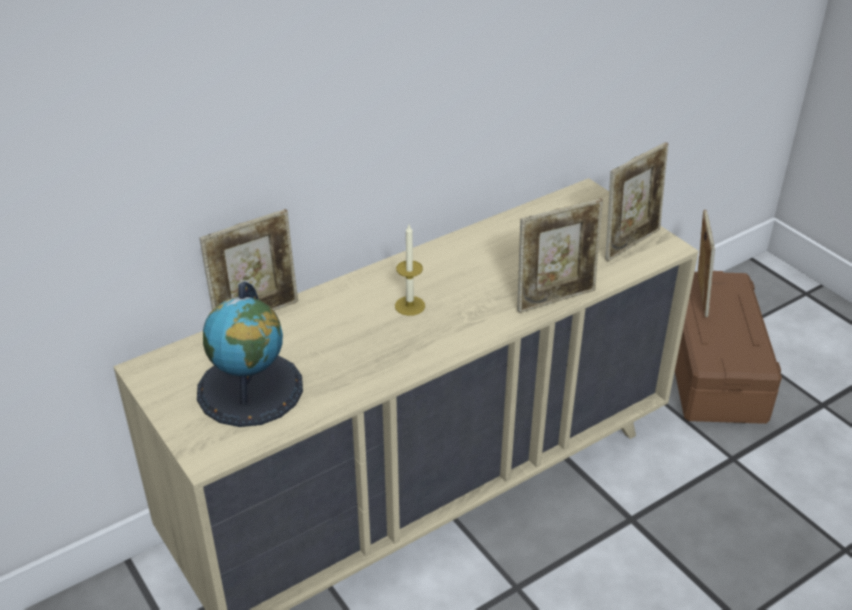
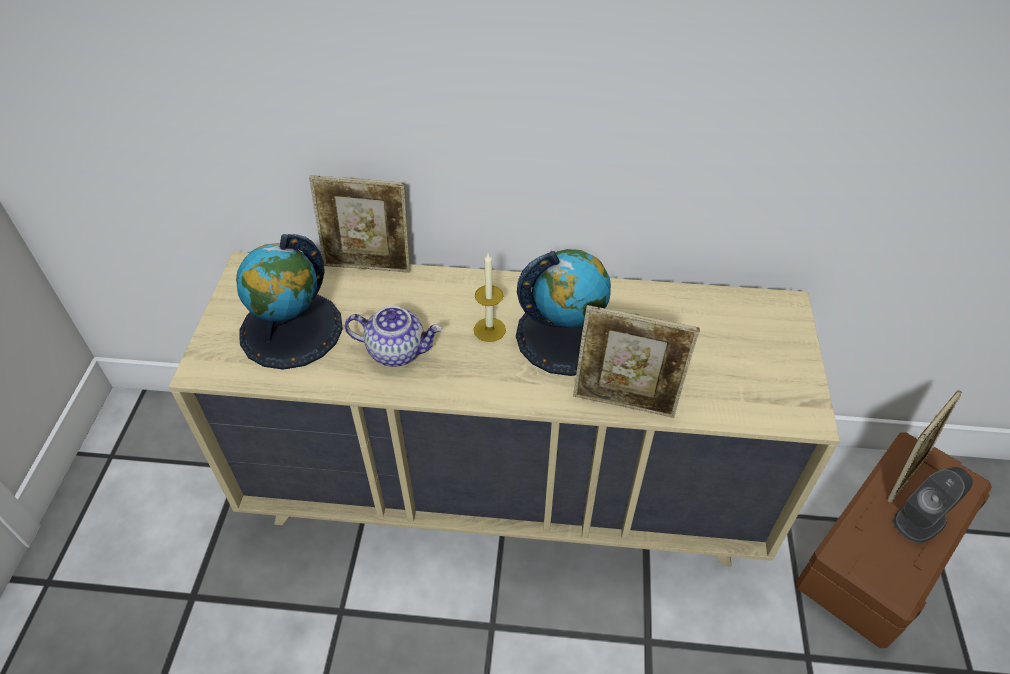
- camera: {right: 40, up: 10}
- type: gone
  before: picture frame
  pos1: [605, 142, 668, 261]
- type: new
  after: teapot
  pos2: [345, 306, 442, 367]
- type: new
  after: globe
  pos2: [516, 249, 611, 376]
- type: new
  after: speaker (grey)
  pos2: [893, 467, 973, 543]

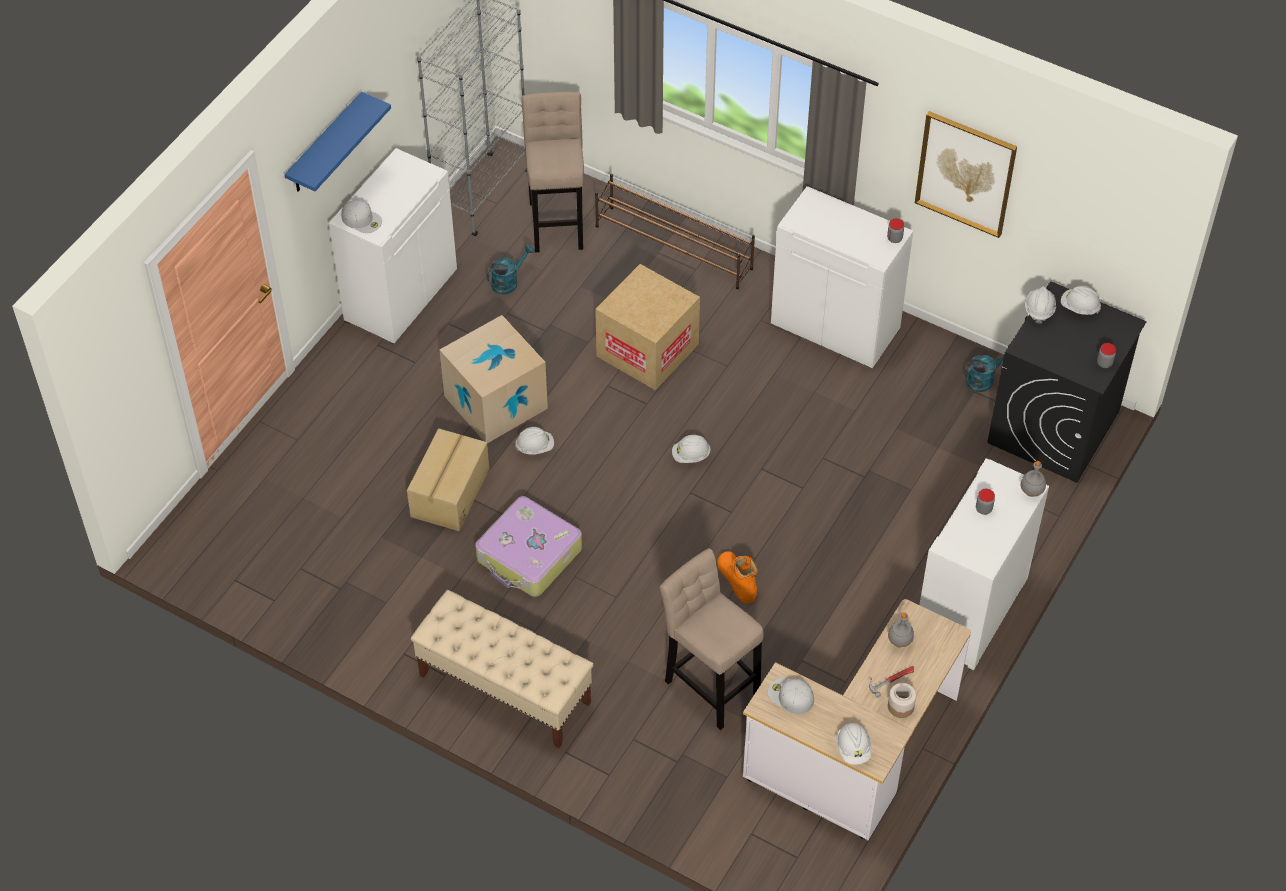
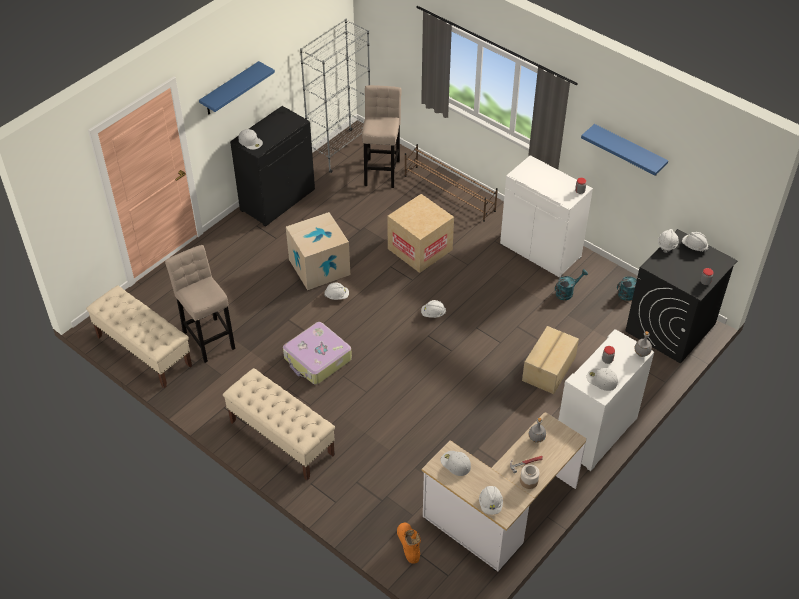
- camera: {right: 10, up: -5}
- type: repainted
  before: cabinet (white)
  after: cabinet (black)
  pos1: [329, 148, 457, 345]
  pos2: [230, 106, 315, 227]
- type: shifted
  before: cardboard box
  pos1: [407, 428, 489, 531]
  pos2: [522, 326, 579, 394]
- type: shifted
  before: watering can (turquoise)
  pos1: [487, 244, 535, 295]
  pos2: [555, 269, 588, 300]
- type: shifted
  before: stool (beige)
  pos1: [660, 548, 764, 730]
  pos2: [165, 245, 235, 363]
- type: shifted
  before: boot (orange)
  pos1: [717, 551, 758, 603]
  pos2: [397, 523, 421, 563]
- type: swapped
  before: picture
  after: shelf (blue)
  pos1: [915, 111, 1017, 238]
  pos2: [581, 124, 668, 175]
- type: new
  after: bench (beige)
  pos2: [86, 285, 192, 388]
- type: new
  after: cap (white)
  pos2: [586, 368, 618, 391]

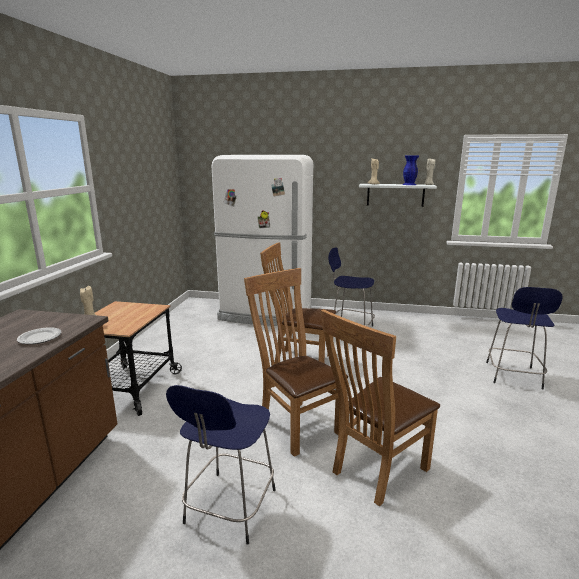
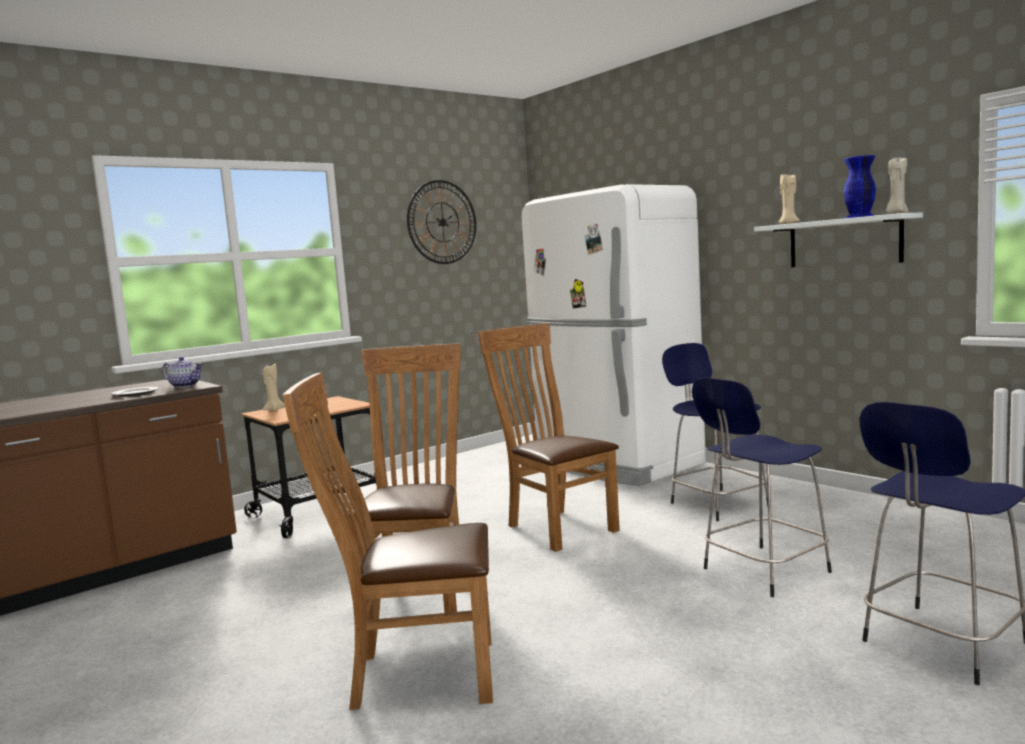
- camera: {right: 40, up: -10}
- type: shifted
  before: stool (blue)
  pos1: [166, 385, 276, 545]
  pos2: [692, 378, 832, 597]
- type: new
  after: teapot
  pos2: [162, 357, 203, 388]
- type: new
  after: wall clock
  pos2: [407, 180, 476, 264]

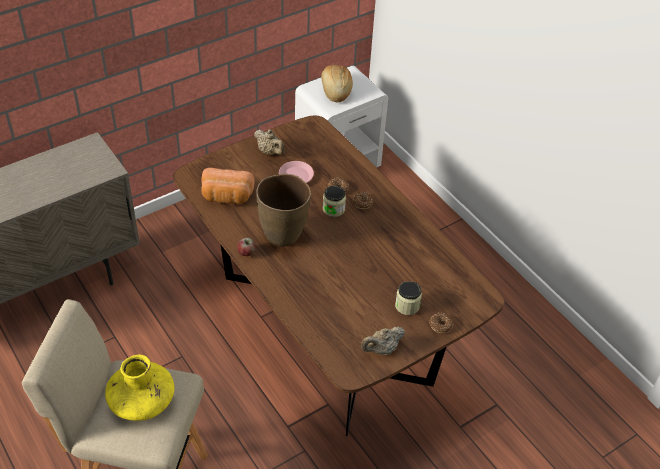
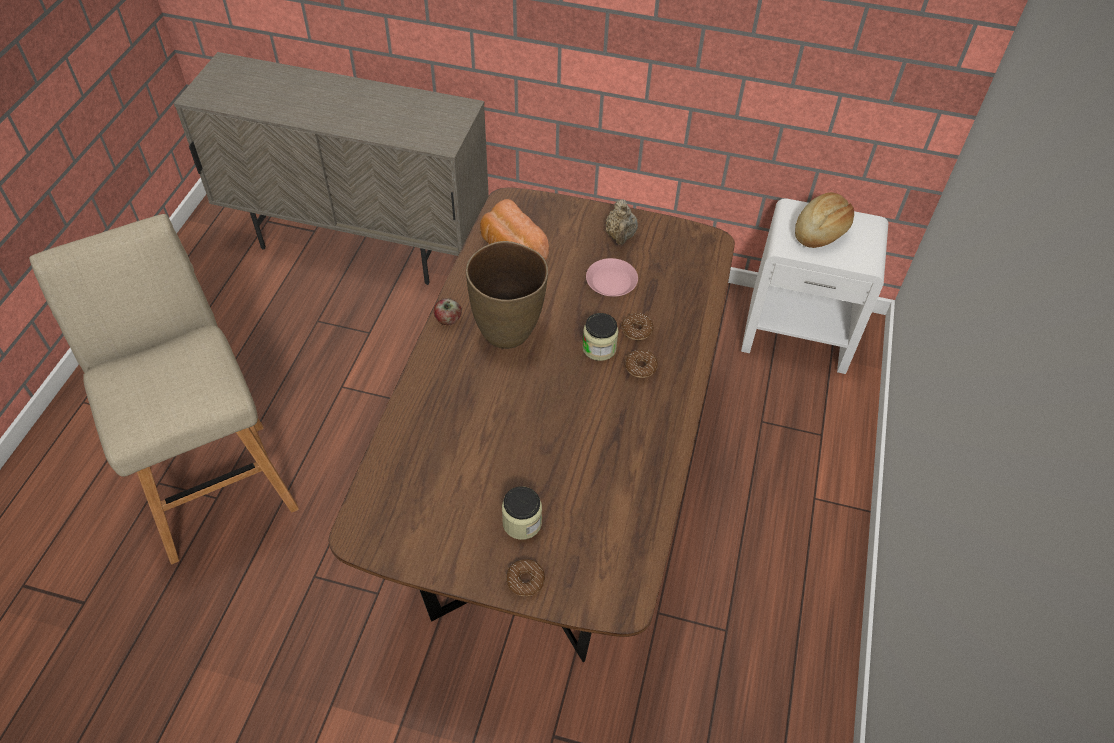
- camera: {right: 50, up: 5}
- type: gone
  before: vase (yellow)
  pos1: [105, 355, 174, 421]
- type: gone
  before: teapot (beige)
  pos1: [361, 326, 405, 355]

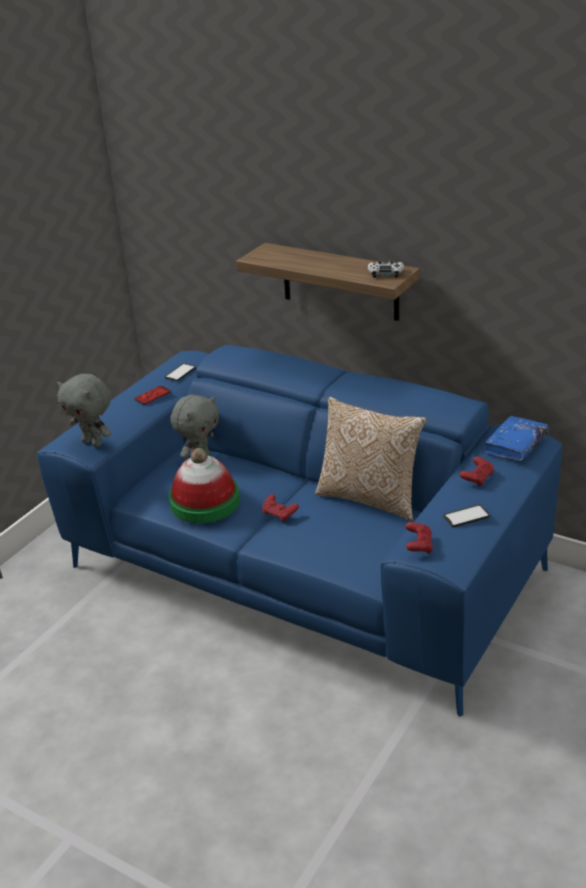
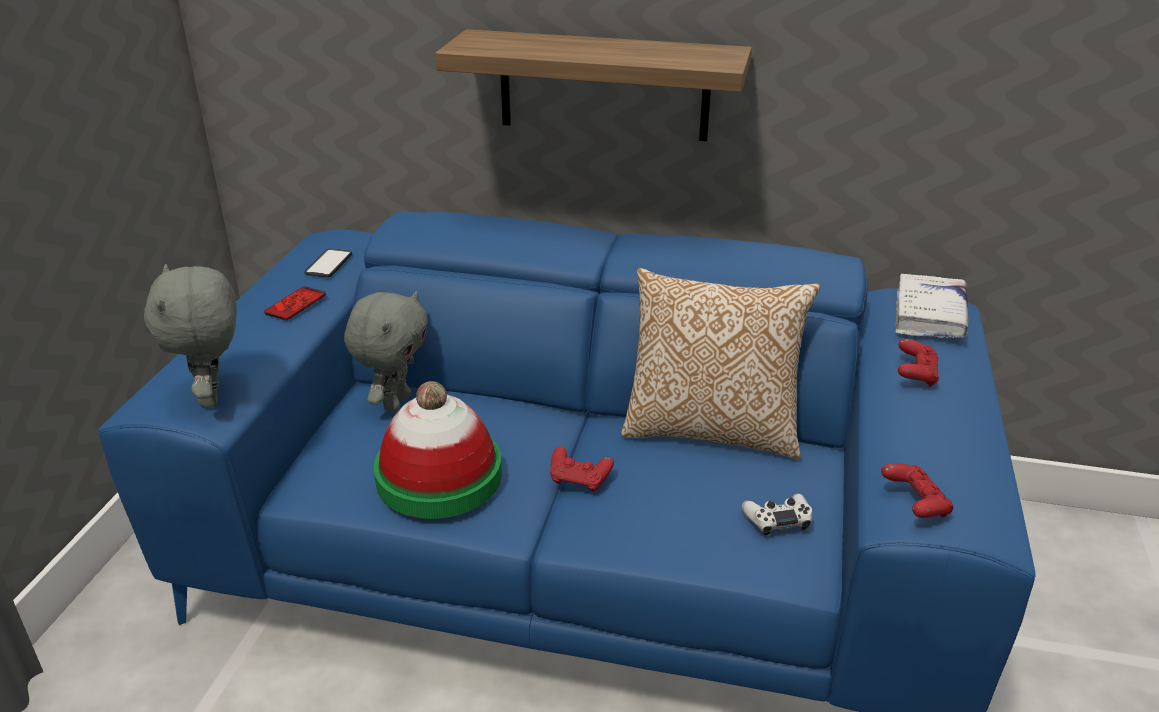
- camera: {right: -20, up: 0}
- type: rotated
  before: plush toy (grey)
  pos1: [57, 374, 112, 447]
  pos2: [144, 264, 236, 408]
  turn: 60
- type: shifted
  before: game controller (white)
  pos1: [368, 260, 404, 278]
  pos2: [741, 494, 812, 536]
- type: gone
  before: phone
  pos1: [443, 504, 490, 527]
- type: repainted
  before: book (blue)
  after: book (white)
  pos1: [484, 415, 549, 461]
  pos2: [895, 273, 968, 338]

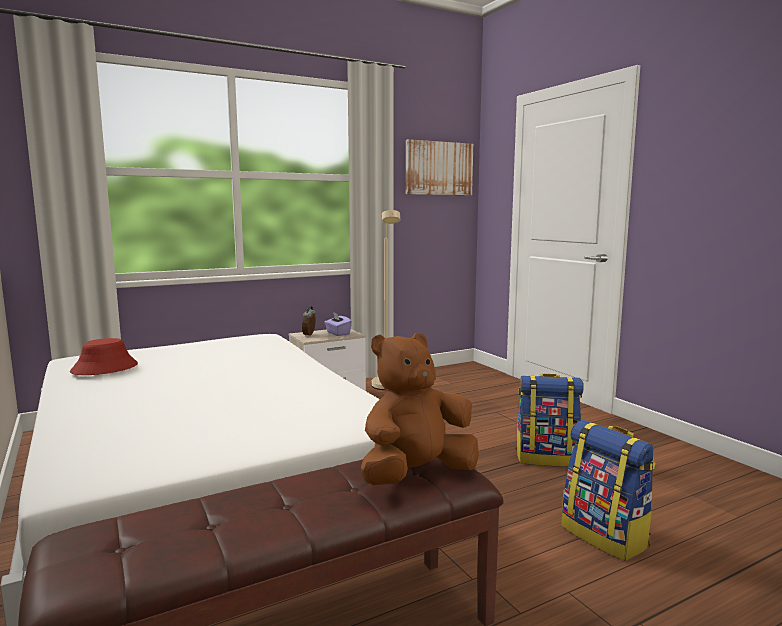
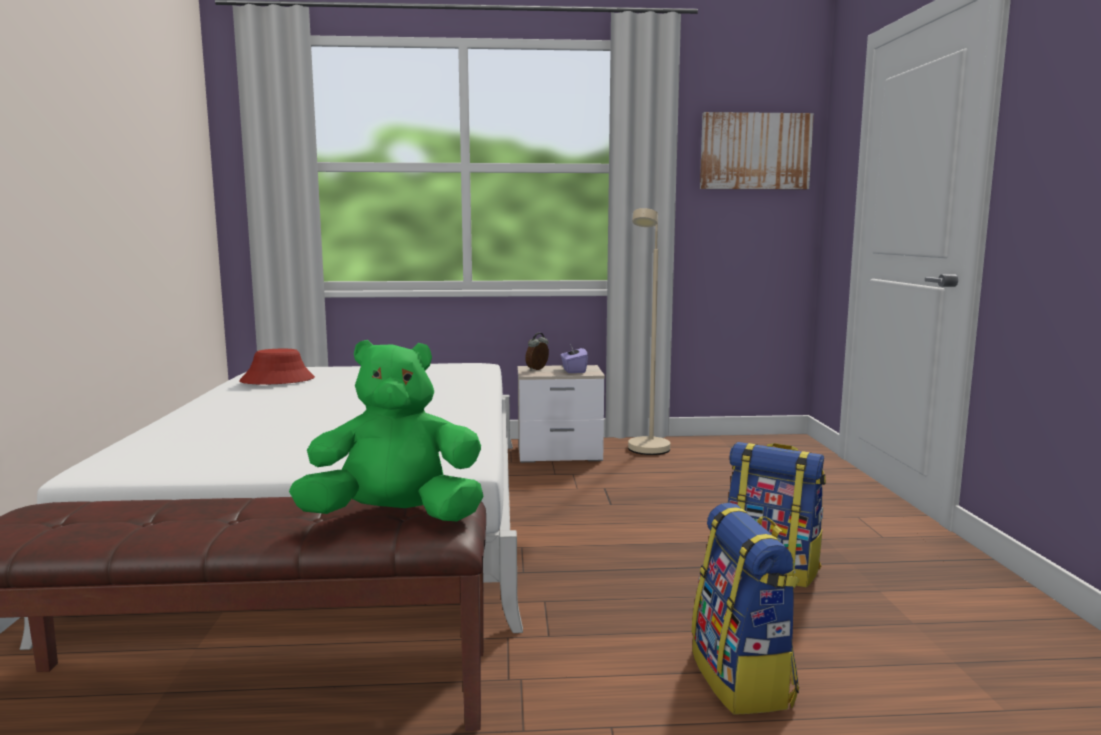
- camera: {right: 25, up: 0}
- type: repainted
  before: plush toy (brown)
  after: plush toy (green)
  pos1: [361, 333, 479, 485]
  pos2: [289, 340, 483, 521]

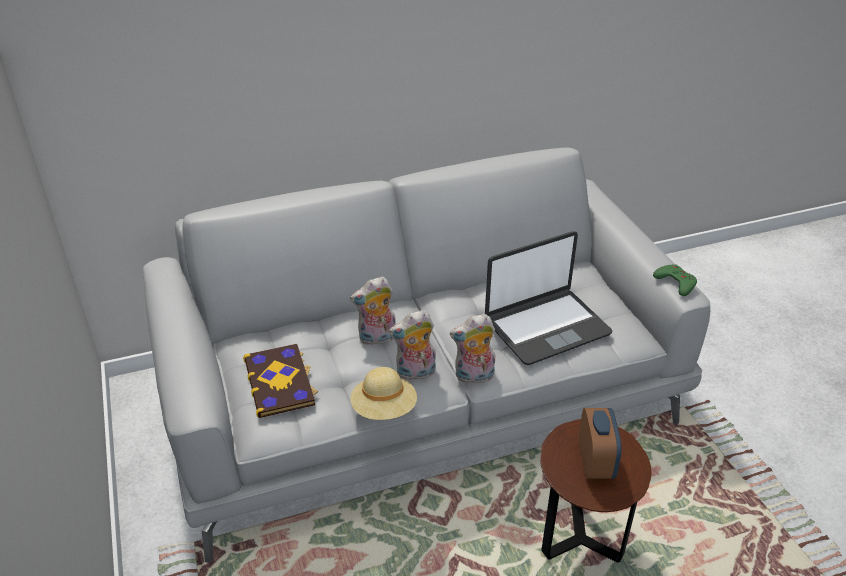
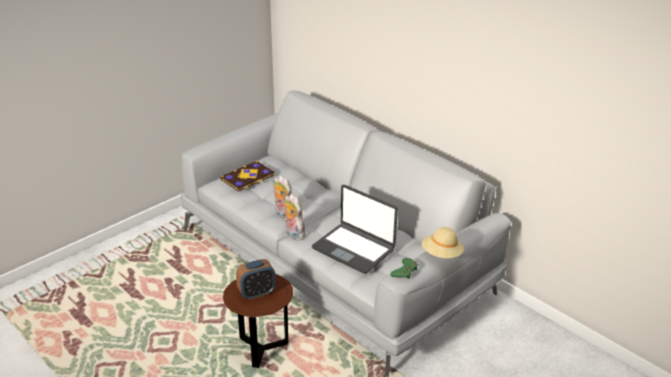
- camera: {right: 65, up: -5}
- type: gone
  before: plush toy
  pos1: [350, 276, 396, 346]
- type: shifted
  before: hat (beige)
  pos1: [351, 367, 417, 420]
  pos2: [422, 227, 464, 258]

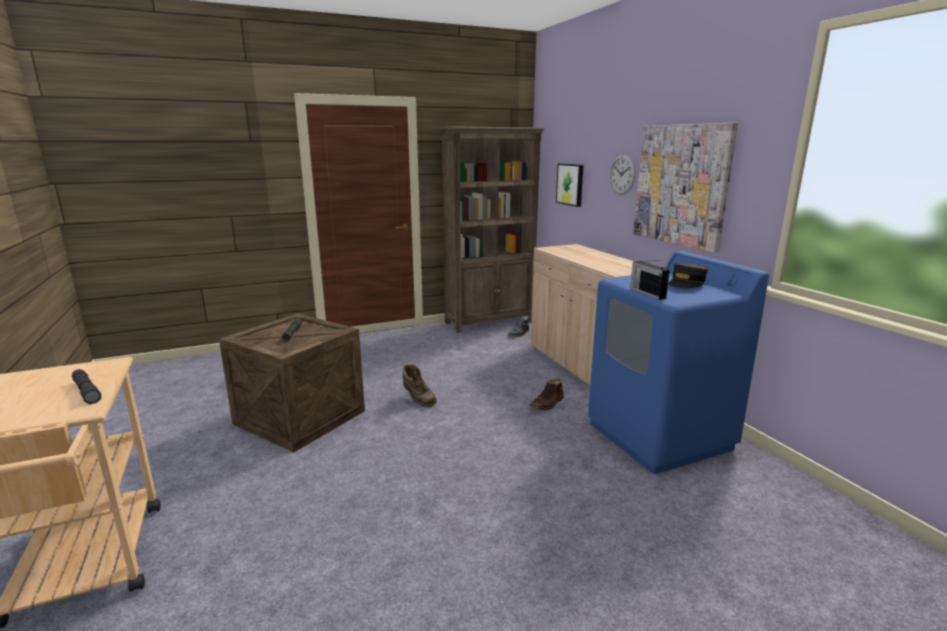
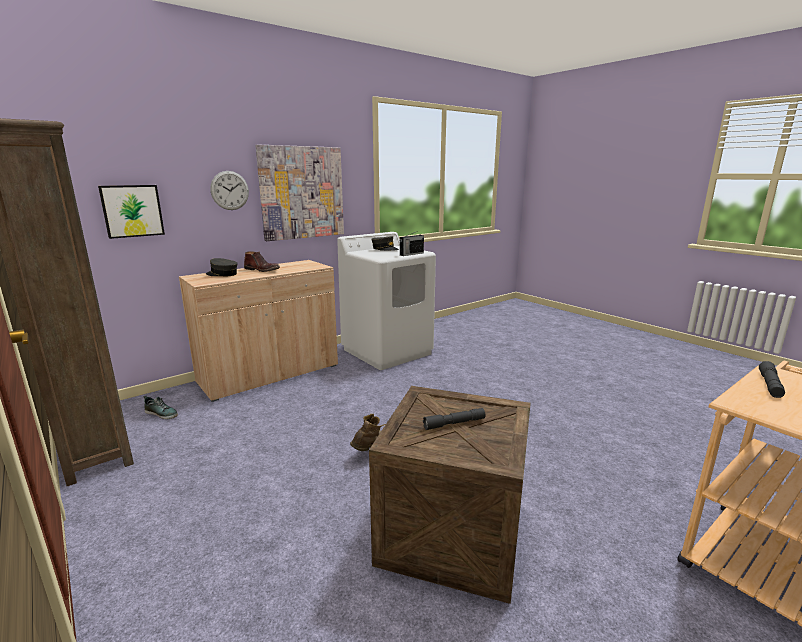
- camera: {right: -105, up: 0}
- type: shifted
  before: boot (brown)
  pos1: [529, 379, 564, 410]
  pos2: [244, 252, 280, 272]
- type: repainted
  before: washing machine (blue)
  after: washing machine (white)
  pos1: [588, 251, 769, 474]
  pos2: [337, 232, 436, 370]
- type: new
  after: cap (grey)
  pos2: [206, 258, 238, 276]

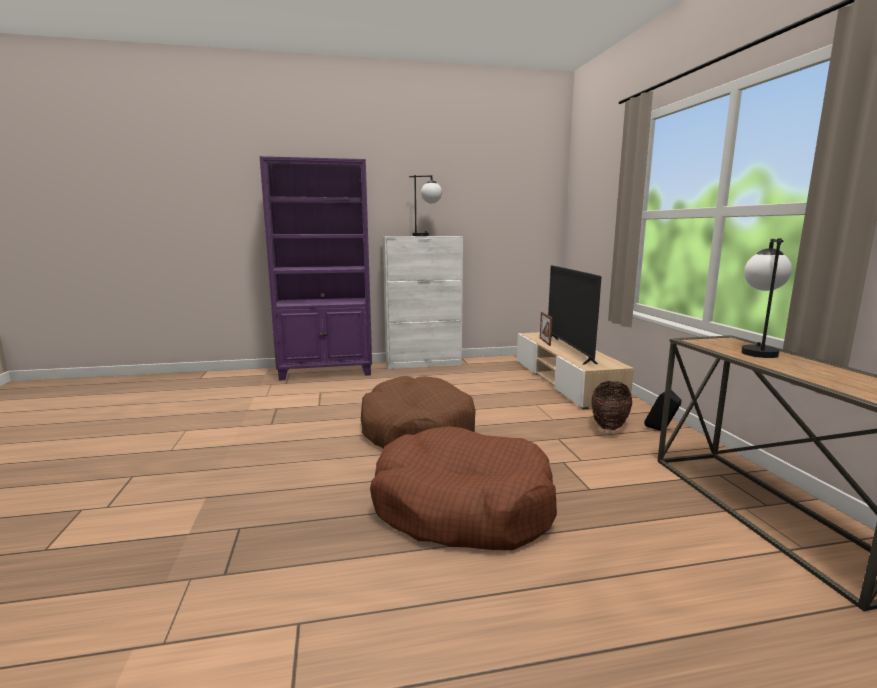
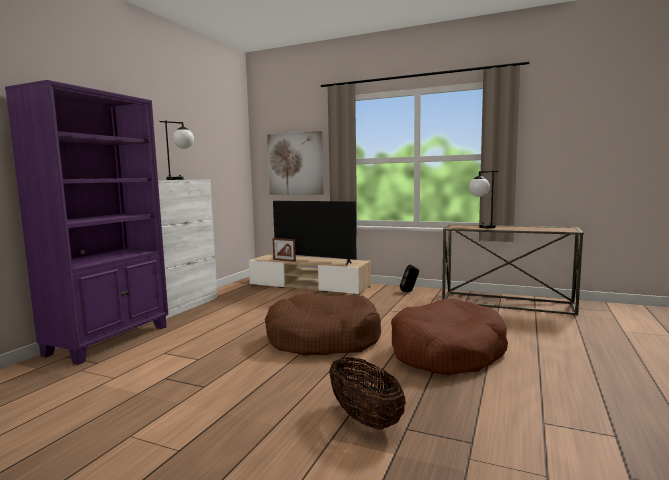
- camera: {right: -55, up: -5}
- type: shifted
  before: basket
  pos1: [592, 381, 632, 430]
  pos2: [329, 357, 406, 430]
- type: new
  after: picture
  pos2: [267, 131, 324, 195]

